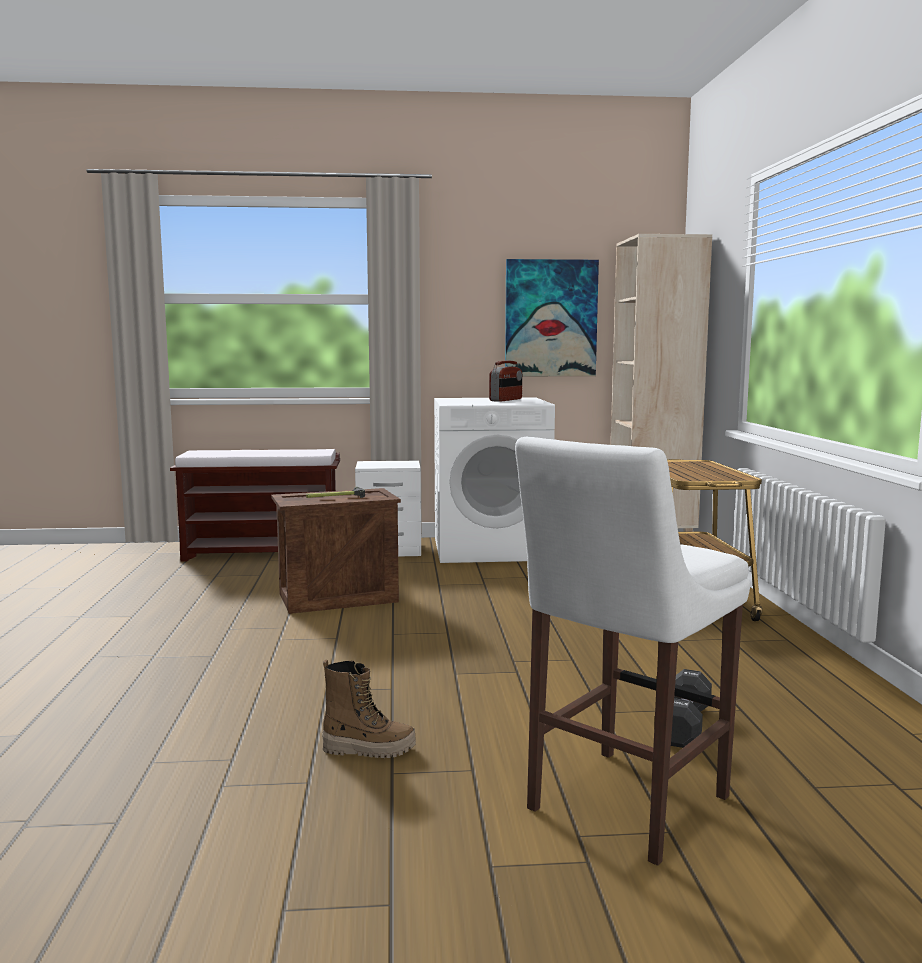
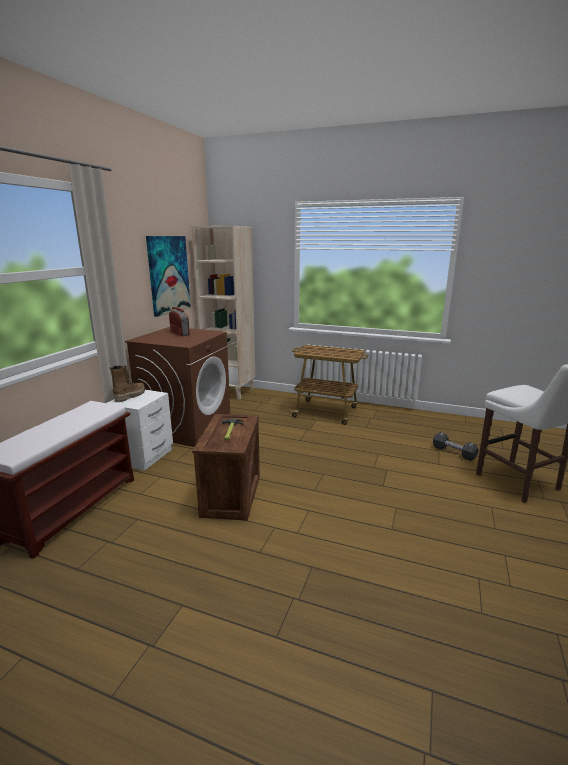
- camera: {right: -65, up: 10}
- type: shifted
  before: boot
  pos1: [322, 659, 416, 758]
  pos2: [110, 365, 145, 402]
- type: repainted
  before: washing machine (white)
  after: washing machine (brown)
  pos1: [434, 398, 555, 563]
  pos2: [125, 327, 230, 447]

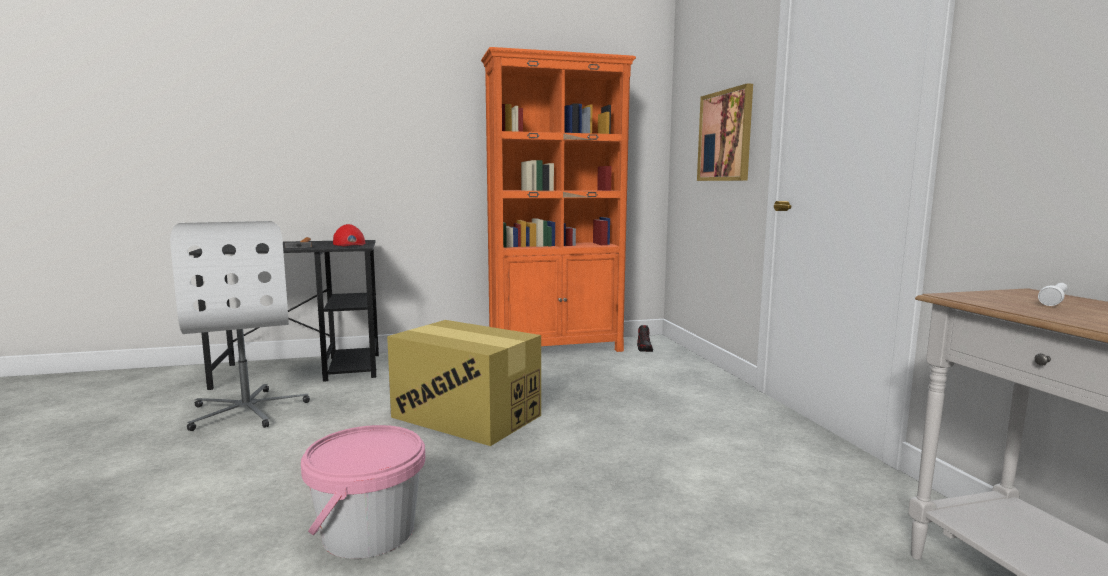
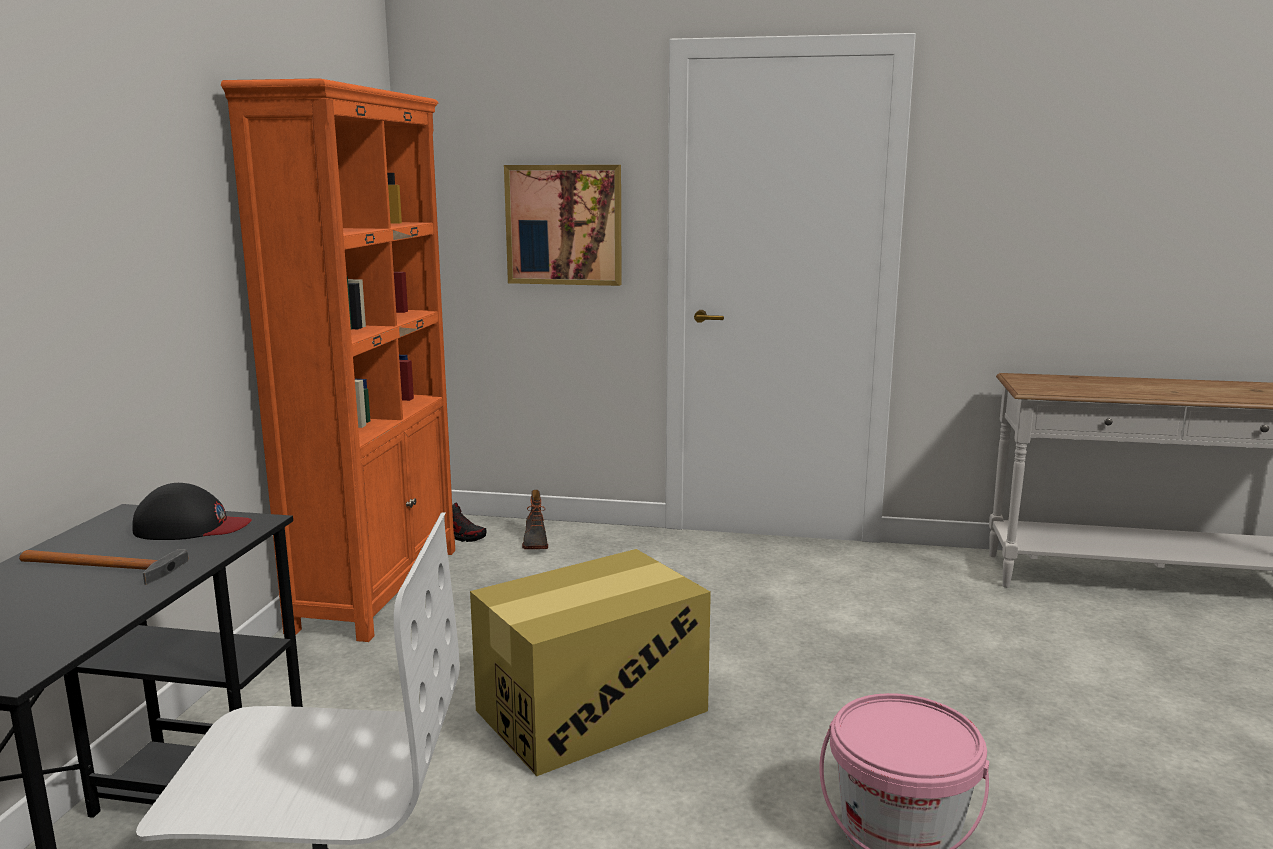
- camera: {right: -65, up: 5}
- type: repainted
  before: cap (red)
  after: cap (black)
  pos1: [333, 224, 366, 246]
  pos2: [132, 483, 252, 540]
- type: gone
  before: flashlight (white)
  pos1: [1038, 283, 1068, 306]
- type: new
  after: boot
  pos2: [522, 490, 548, 549]

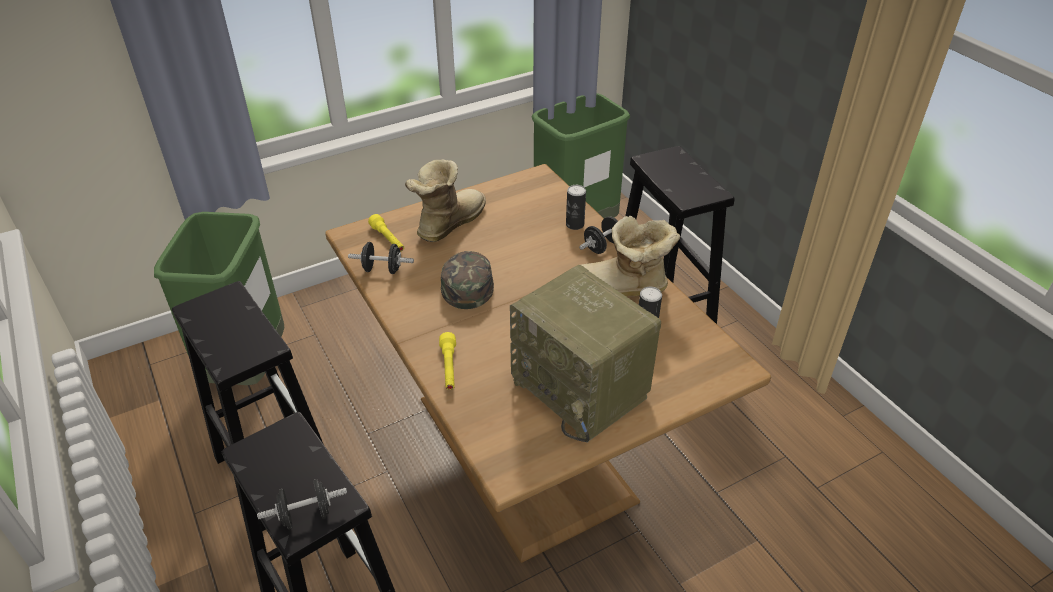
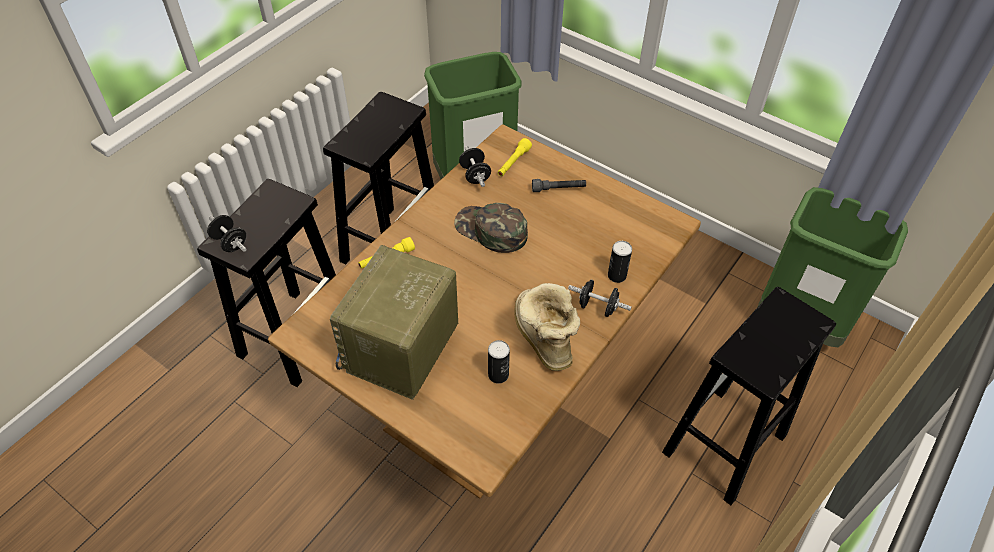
- camera: {right: 65, up: 10}
- type: swapped
  before: boot
  after: flashlight (grey)
  pos1: [405, 160, 486, 242]
  pos2: [532, 179, 586, 192]
- type: rotated
  before: cap (green)
  pos1: [441, 251, 494, 309]
  pos2: [454, 203, 528, 253]
  turn: -120

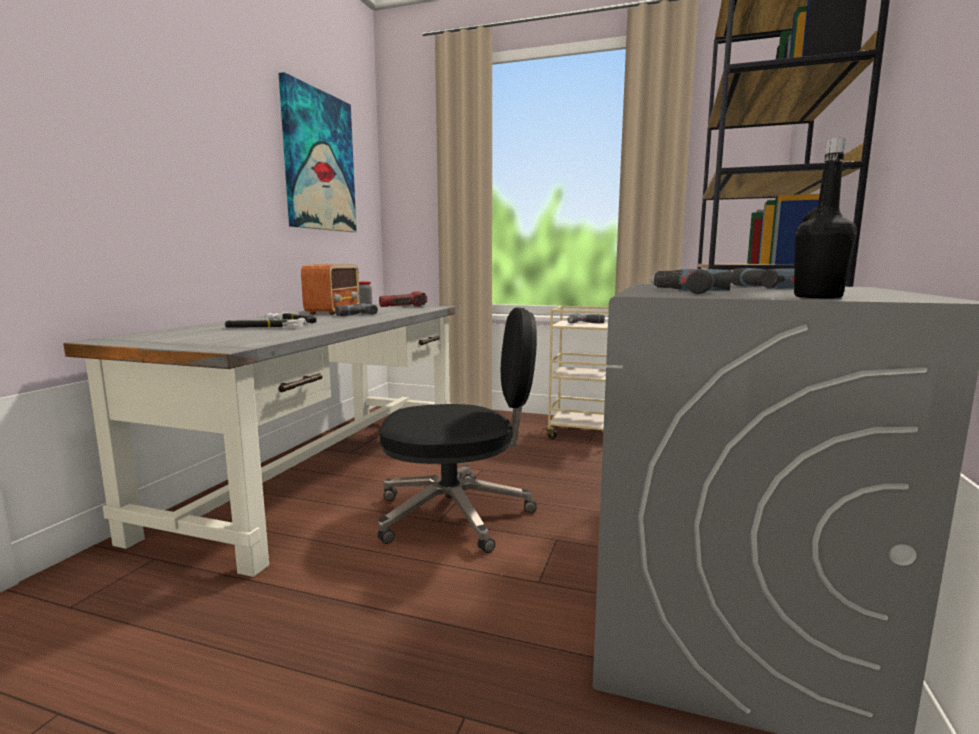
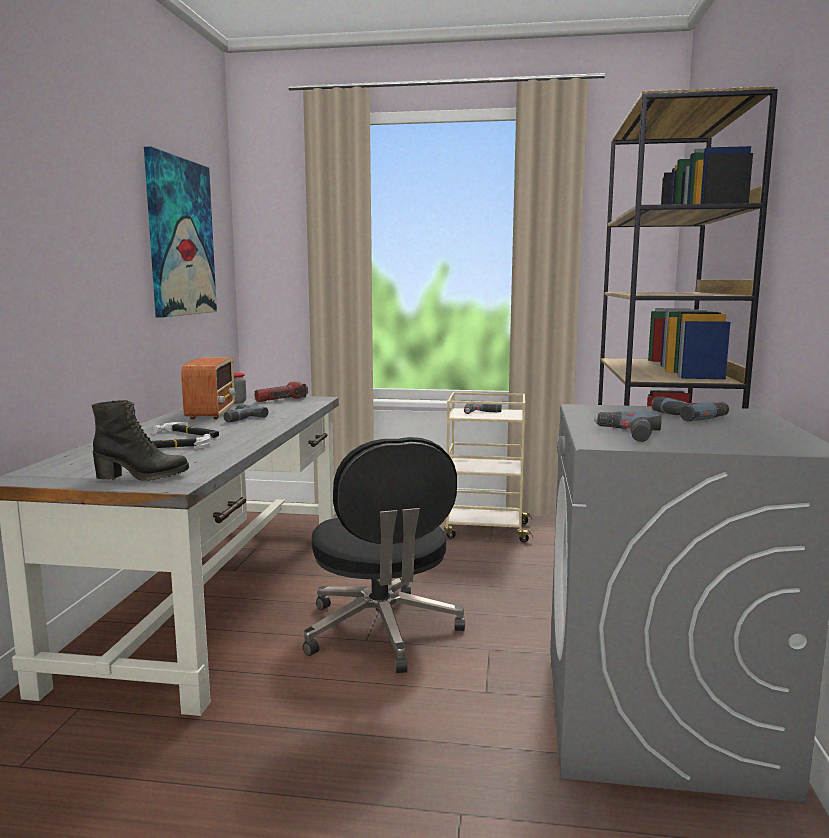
- camera: {right: -10, up: 0}
- type: rotated
  before: office chair (black)
  pos1: [378, 308, 537, 553]
  pos2: [303, 437, 465, 673]
  turn: 90
- type: gone
  before: bottle (black)
  pos1: [794, 138, 857, 298]
- type: new
  after: boot (black)
  pos2: [92, 400, 189, 481]

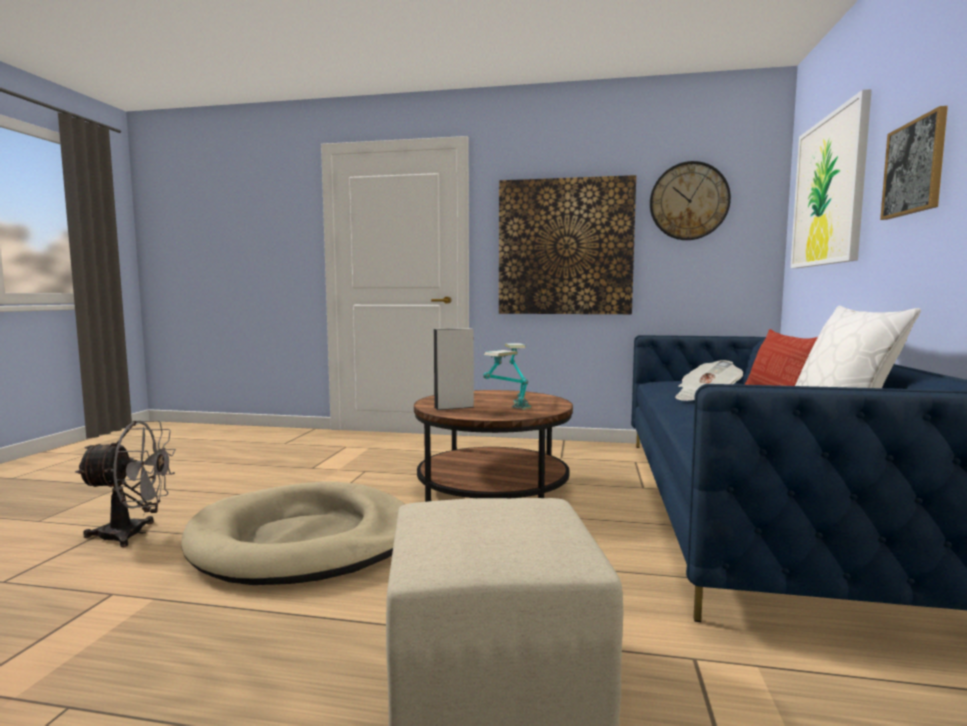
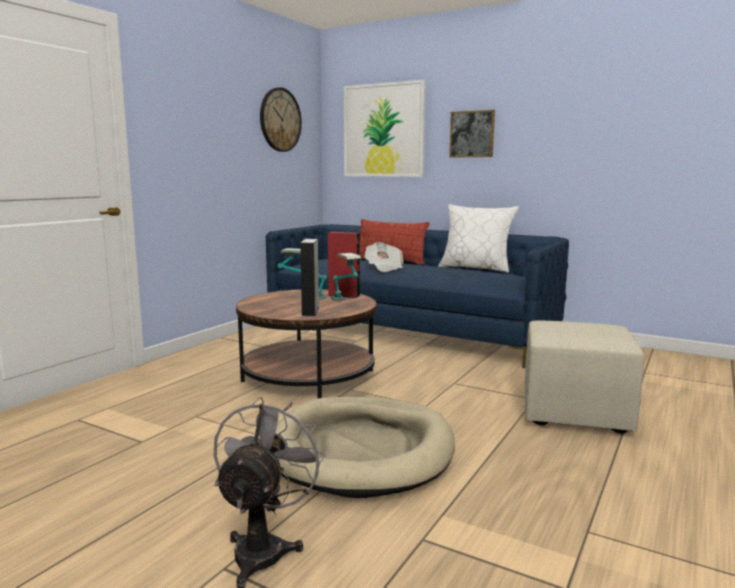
- camera: {right: -70, up: 5}
- type: gone
  before: picture
  pos1: [499, 175, 636, 314]
- type: new
  after: speaker (red)
  pos2: [328, 232, 361, 298]

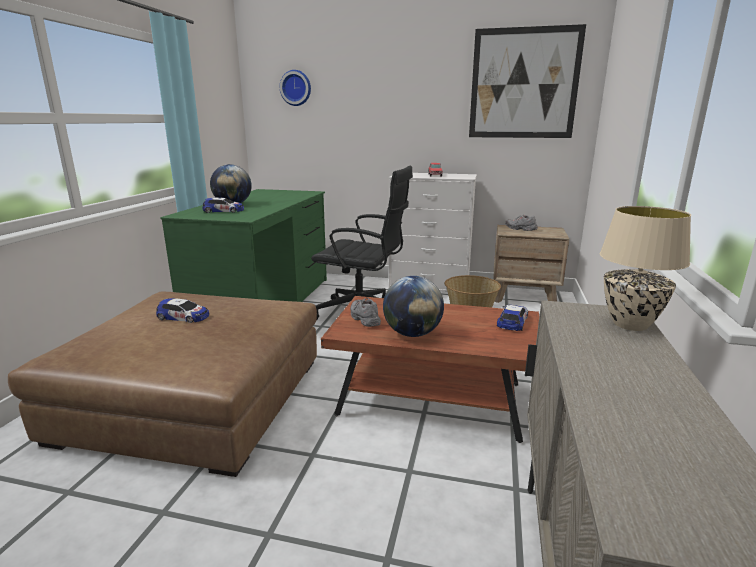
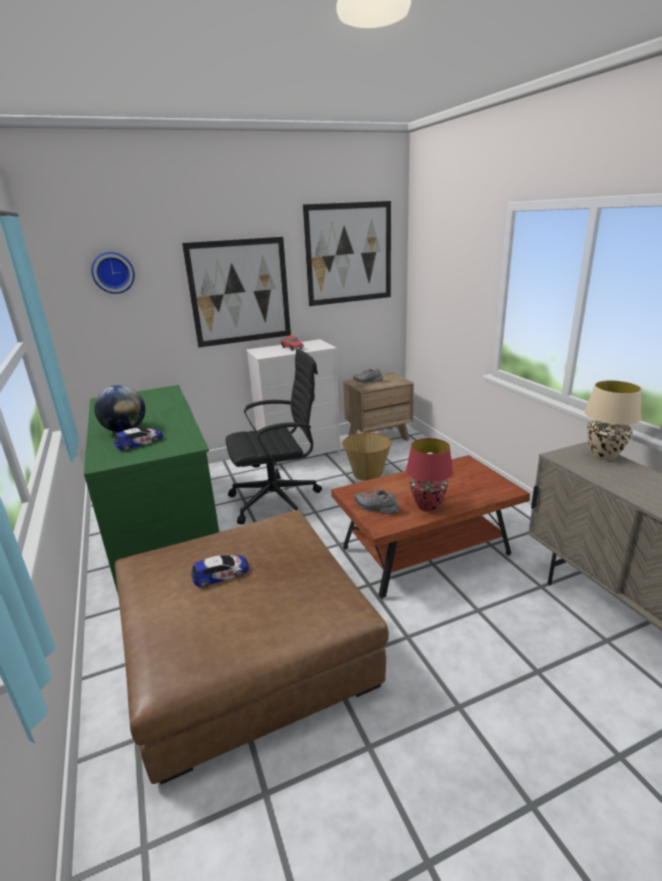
- camera: {right: -35, up: 5}
- type: swapped
  before: globe
  after: table lamp (red)
  pos1: [383, 276, 444, 337]
  pos2: [406, 438, 453, 512]
- type: gone
  before: toy car
  pos1: [497, 305, 528, 331]
- type: new
  after: picture
  pos2: [182, 237, 291, 347]

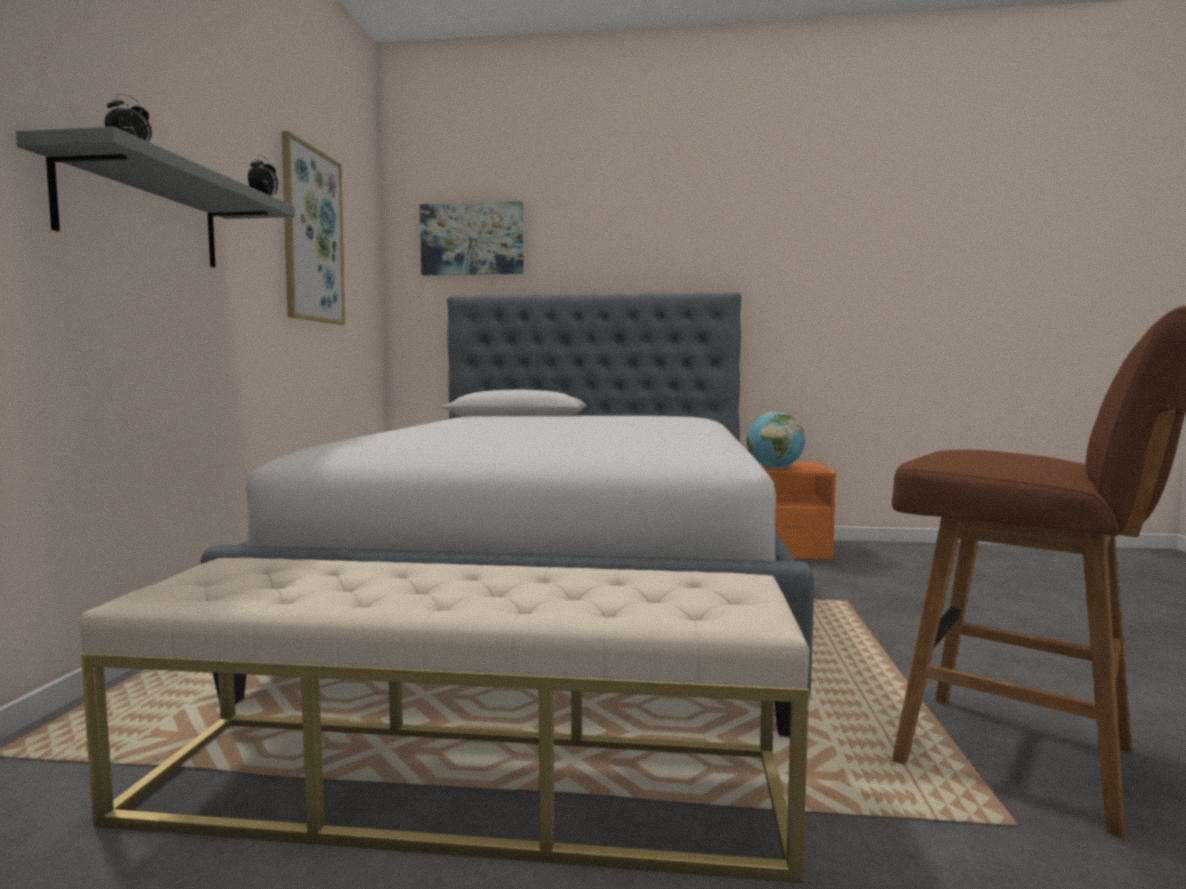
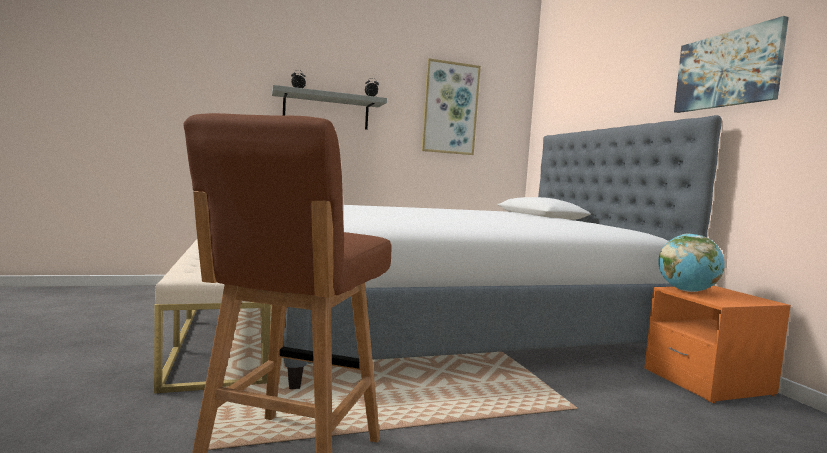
- camera: {right: 65, up: 0}
- type: shifted
  before: picture
  pos1: [420, 201, 524, 275]
  pos2: [674, 16, 789, 113]

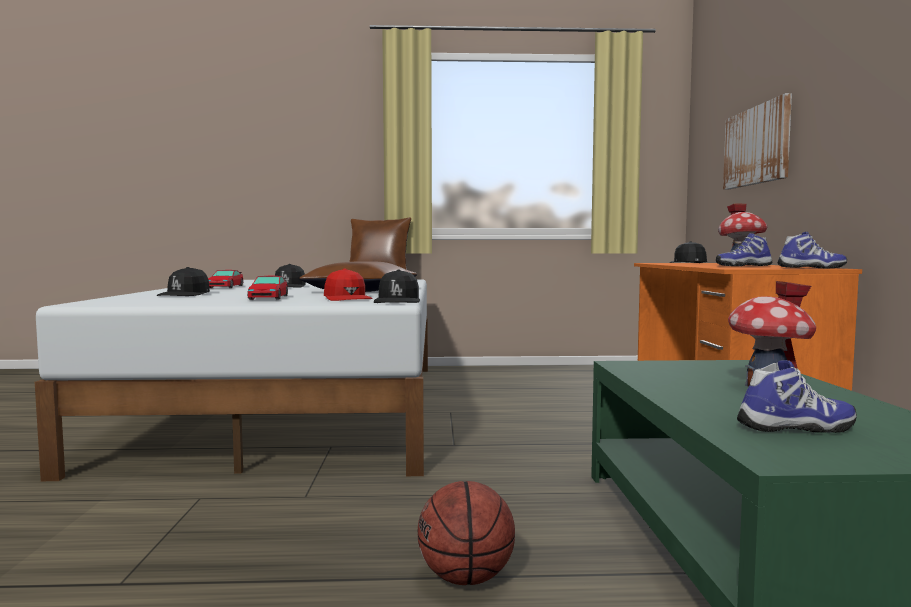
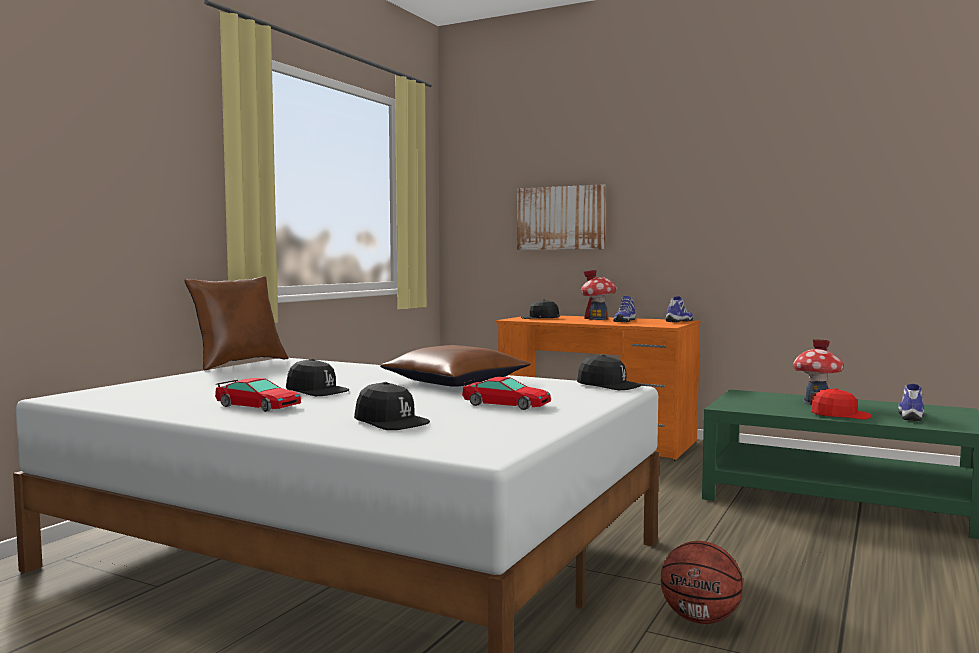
- camera: {right: -60, up: 0}
- type: shifted
  before: cap (red)
  pos1: [324, 269, 372, 301]
  pos2: [811, 388, 872, 420]
- type: shifted
  before: basketball
  pos1: [418, 481, 515, 585]
  pos2: [661, 541, 743, 624]

